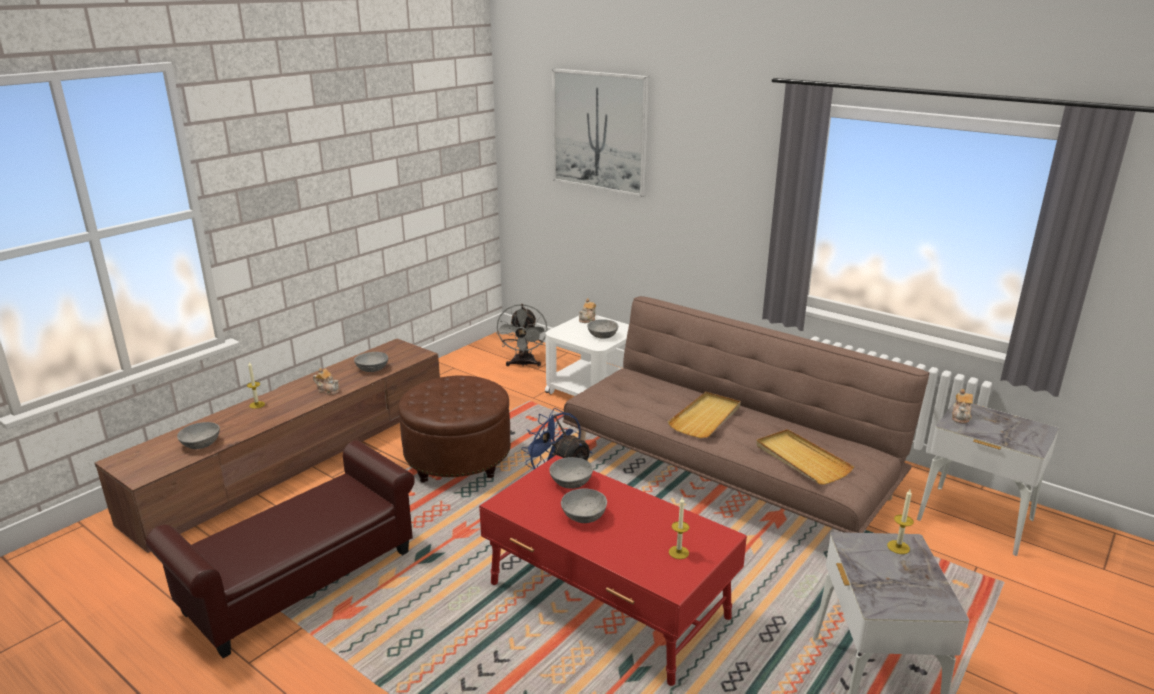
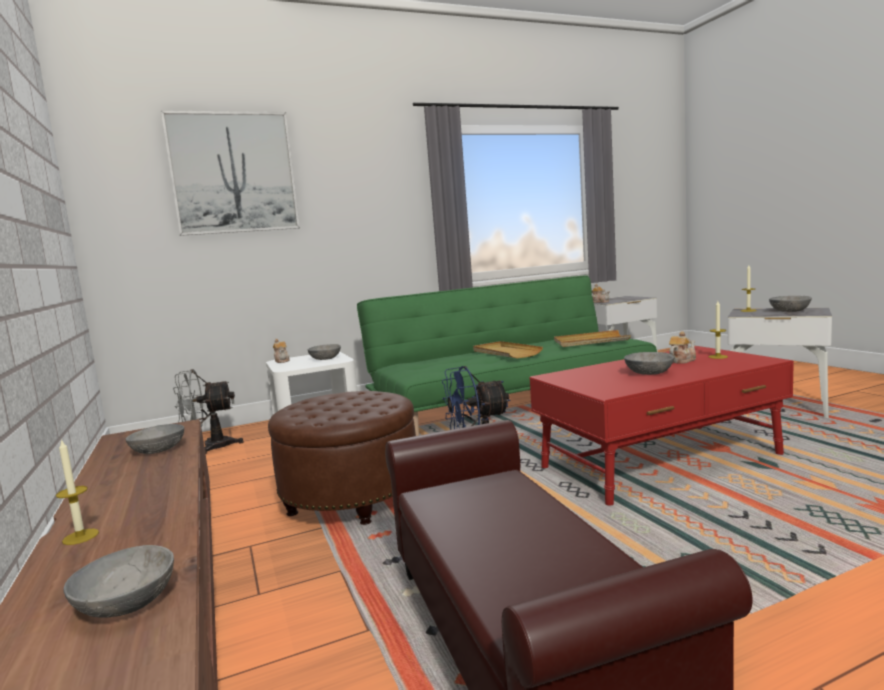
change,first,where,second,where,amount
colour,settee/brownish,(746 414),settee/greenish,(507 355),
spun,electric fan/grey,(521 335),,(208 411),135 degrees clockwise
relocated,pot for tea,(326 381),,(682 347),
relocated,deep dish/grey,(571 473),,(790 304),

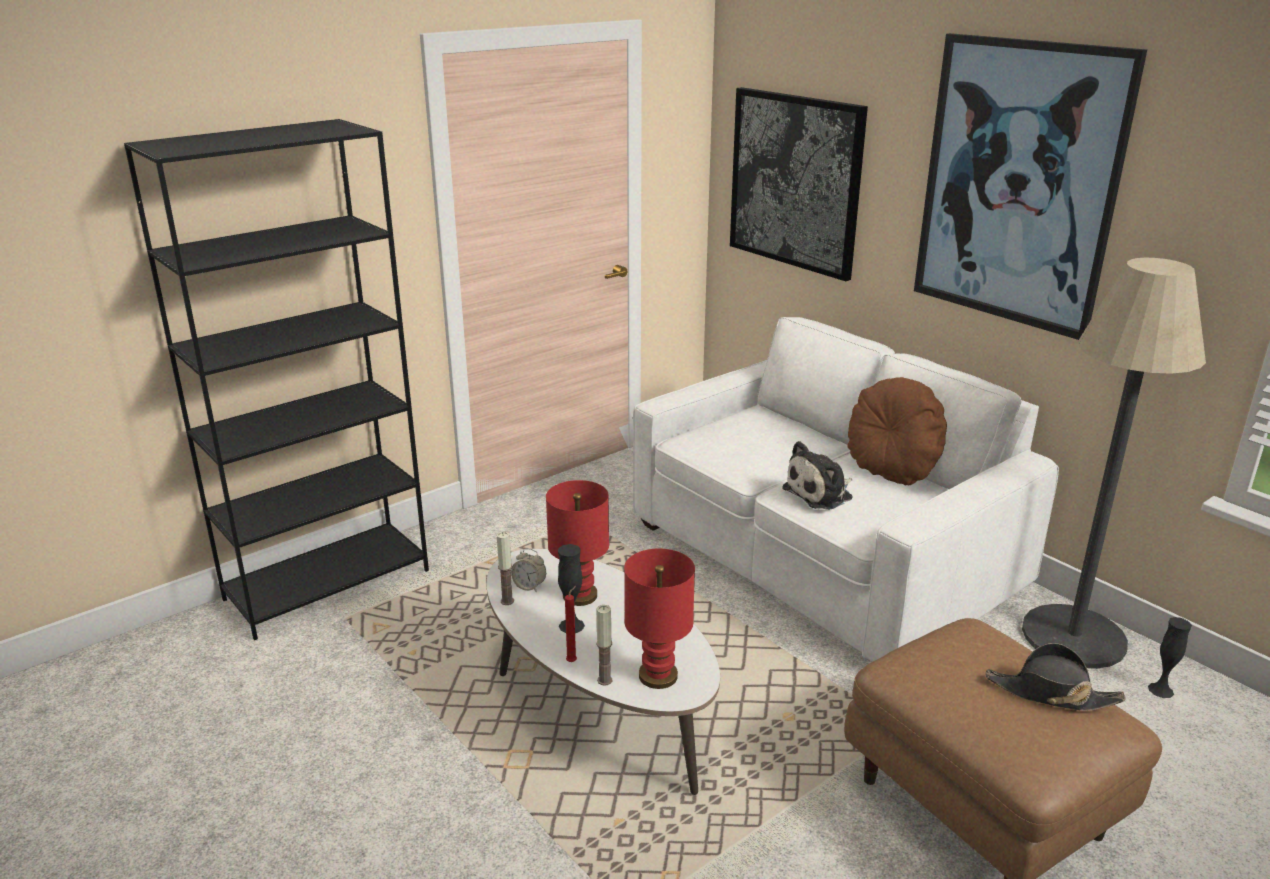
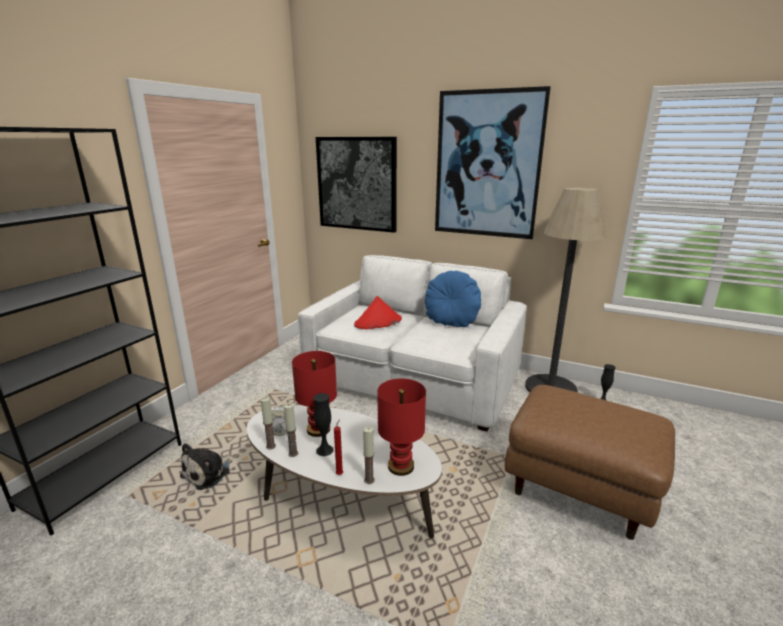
change,first,where,second,where,amount
colour,throw pillow/brownish,(897 431),throw pillow/blue-coloured,(453 299),
relocated,plush toy,(817 475),,(206 466),
missing,wearable hat/blackish,(1056 677),,,
appeared,,,wearable hat/red-coloured,(378 312),
appeared,,,wax candle,(291 430),

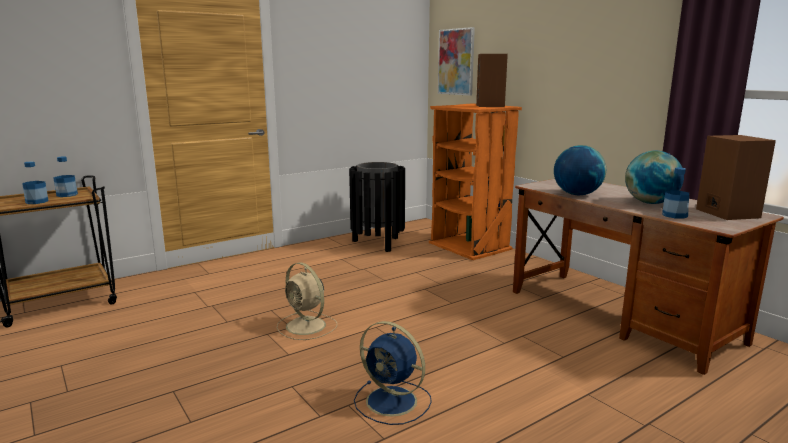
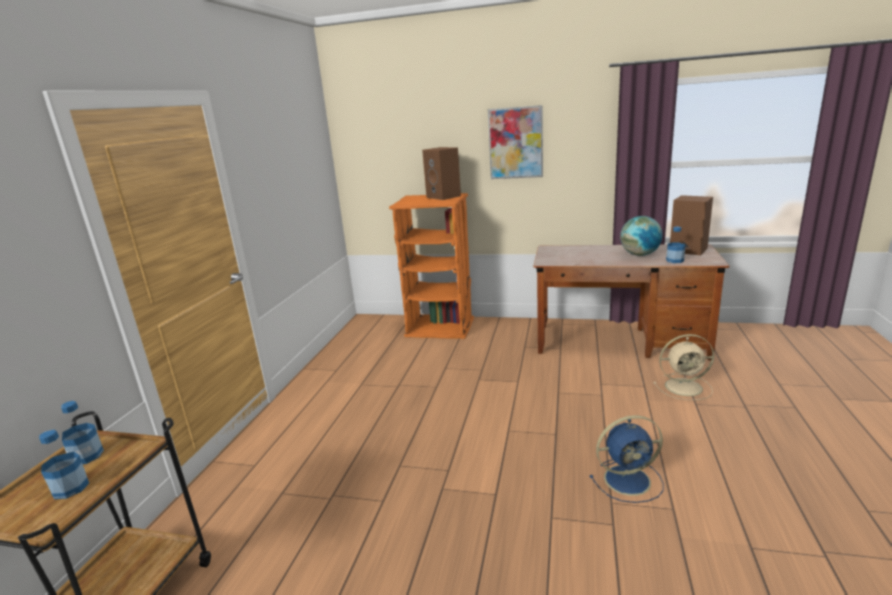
change,first,where,second,where,amount
relocated,wall picture,(456 61),,(515 142),
missing,world globe,(580 170),,,
missing,waste bin/blackish,(377 207),,,
relocated,electric fan/sand-coloured,(307 301),,(683 367),

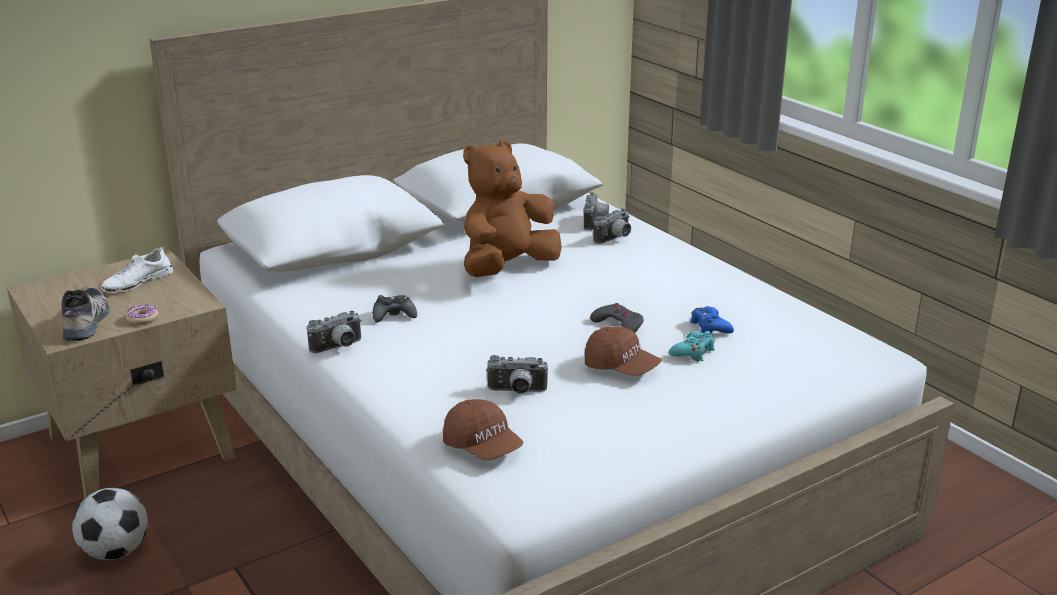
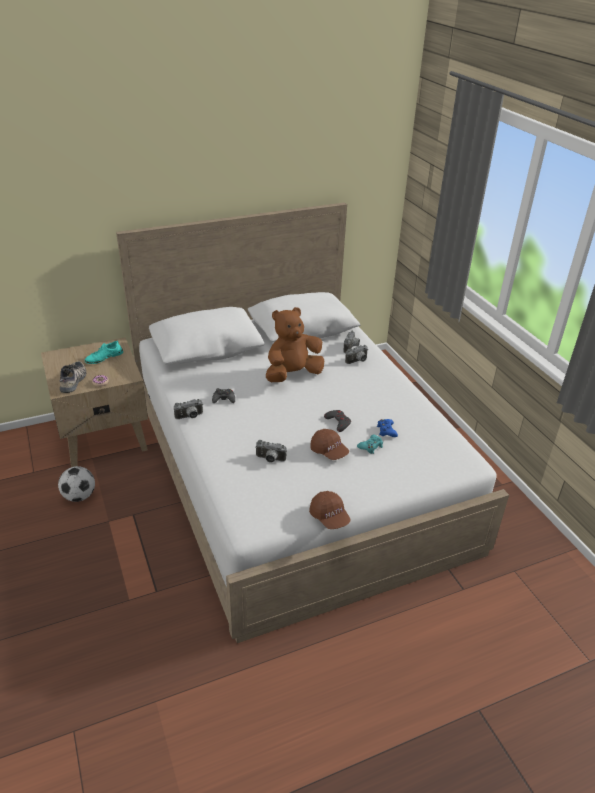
change,first,where,second,where,amount
colour,item of footwear/whitish,(137 270),item of footwear/turquoise-coloured,(104 352),
relocated,baseball cap/brownish,(483 429),,(330 510),

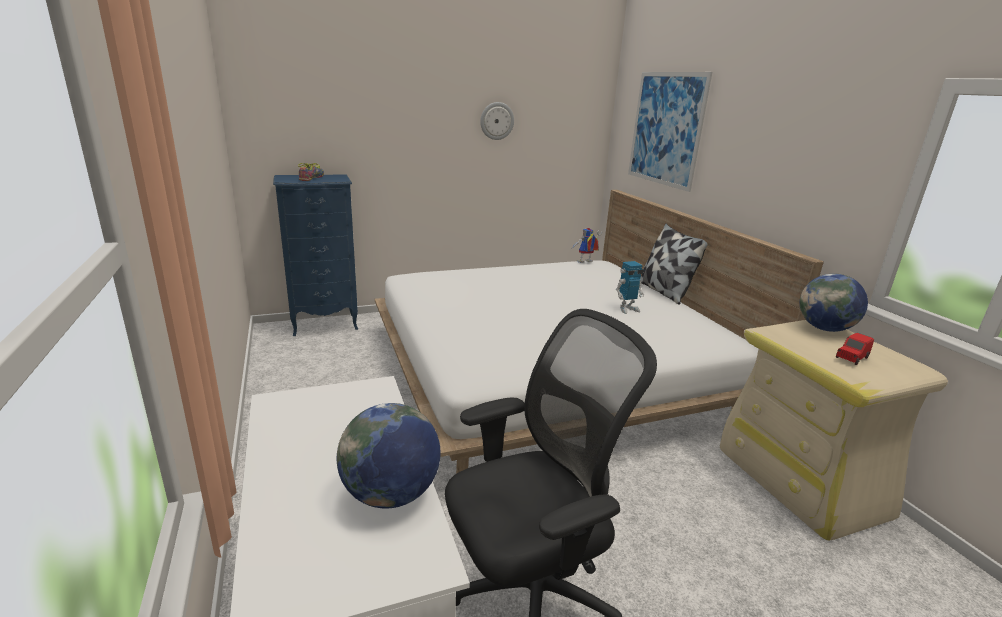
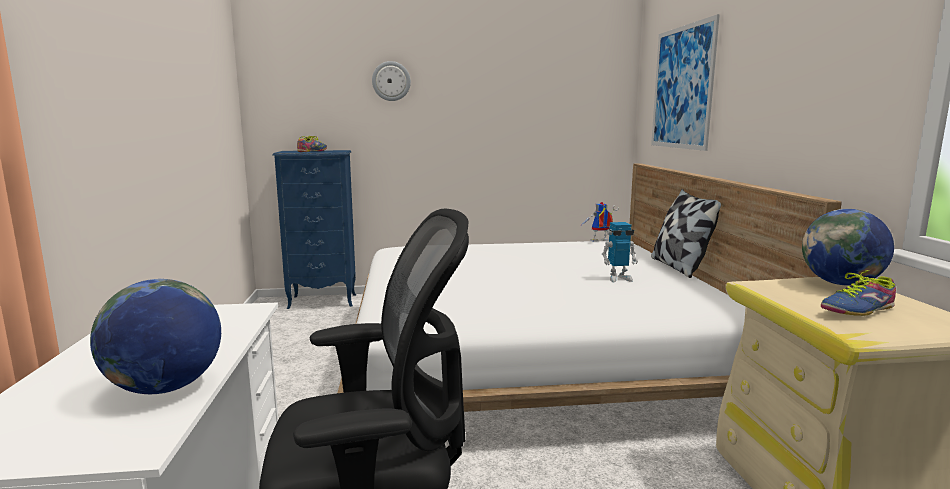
change,first,where,second,where,amount
relocated,clock on the wall,(497 121),,(391 81),
exchanged,model car/red-coloured,(855 349),item of footwear,(858 292),

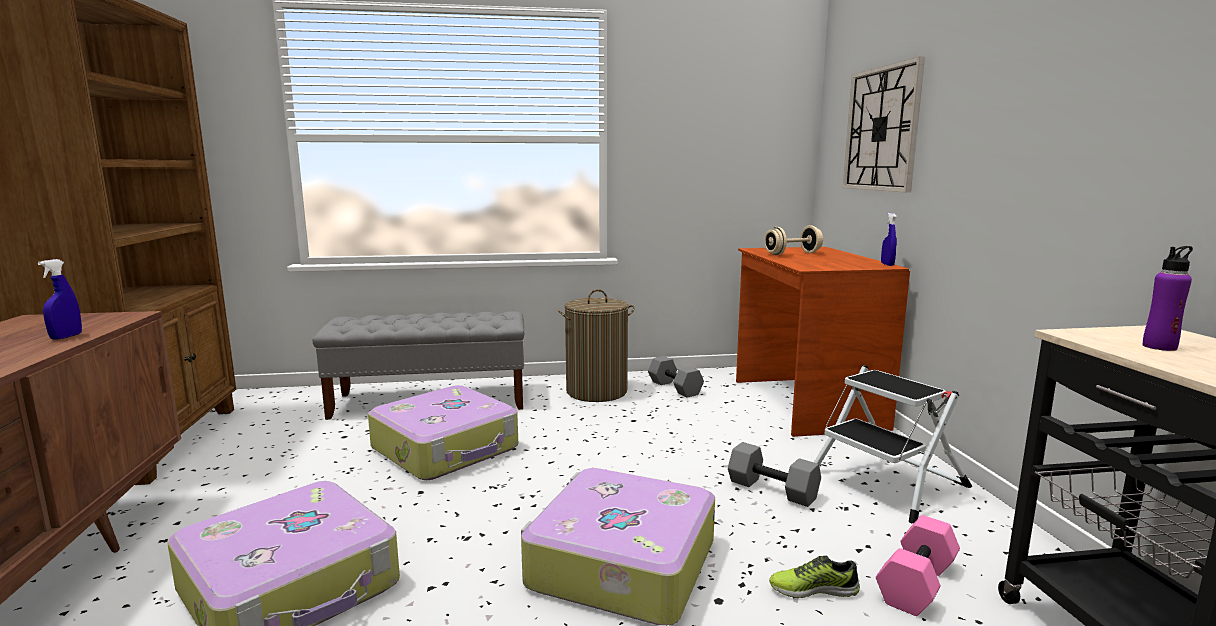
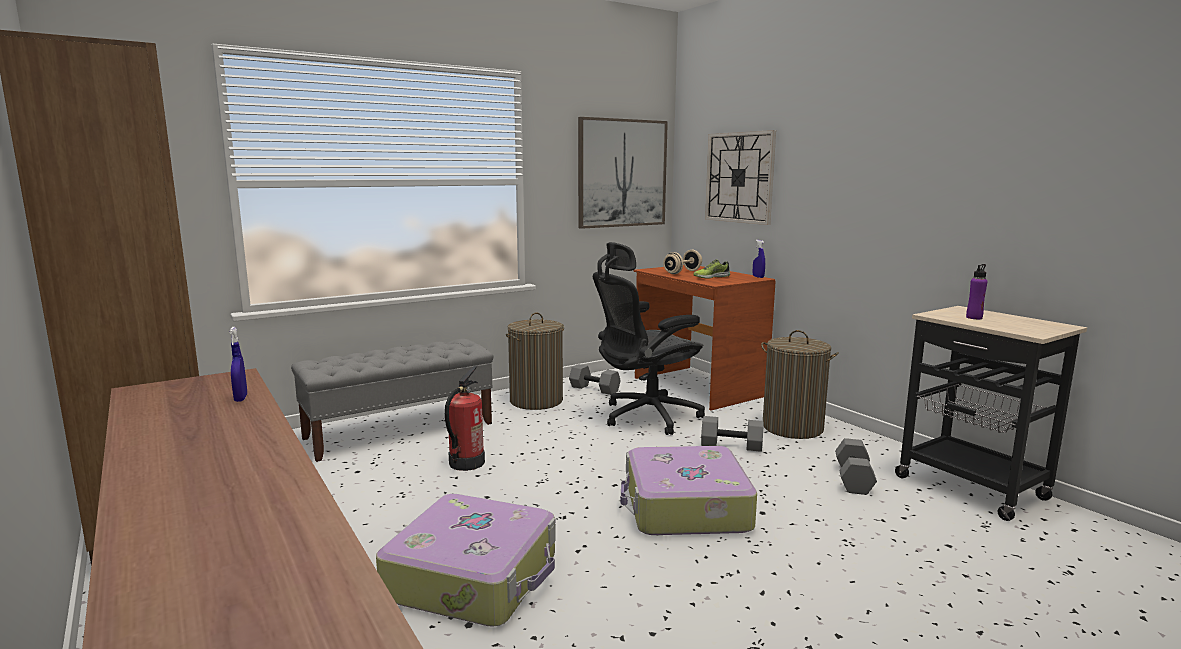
change,first,where,second,where,amount
exchanged,step stool,(893 444),hamper,(800 384),
exchanged,suitcase,(443 432),fire-fighting cylinder,(465 418),
colour,hand weight/pink,(918 565),hand weight/grey,(856 466),
relocated,item of footwear,(814 576),,(712 269),
appeared,,,wall picture,(623 173),
appeared,,,office chair,(649 338),

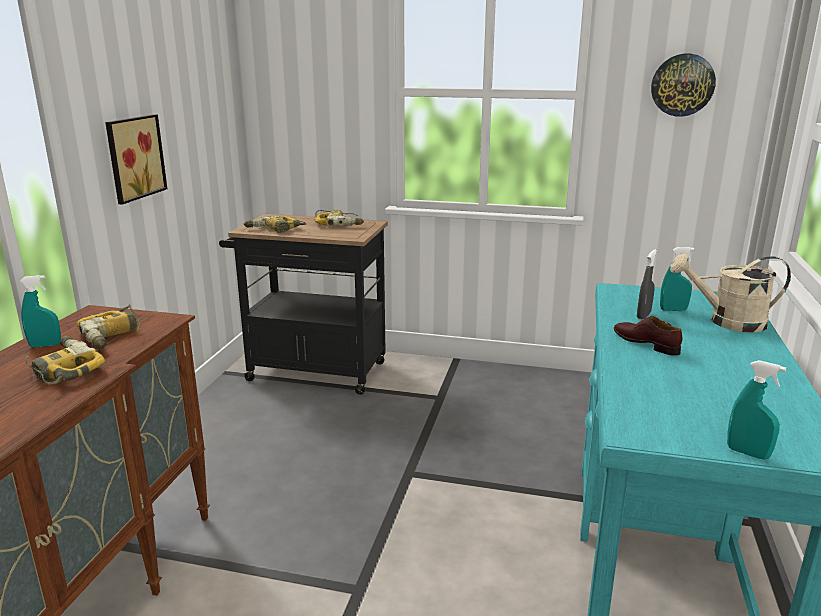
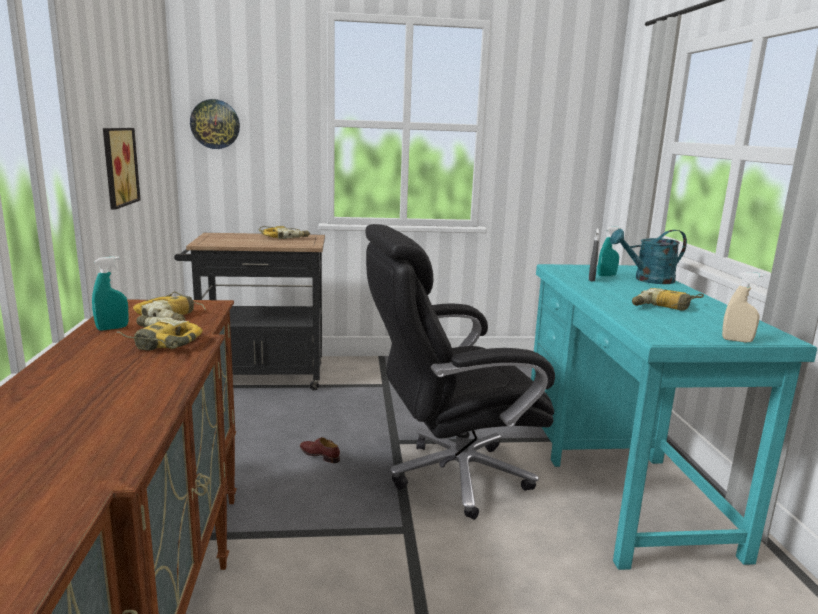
change,first,where,second,where,amount
relocated,clock on the wall,(683 85),,(215 124),
relocated,electric drill,(275 224),,(668 299),
colour,watering can/sand-coloured,(730 292),watering can/turquoise-coloured,(648 256),
relocated,item of footwear/brownish,(648 336),,(320 450),
colour,hand sprayer/turquoise-coloured,(756 409),hand sprayer/sand-coloured,(743 307),
appeared,,,office chair/blackish,(460 372),

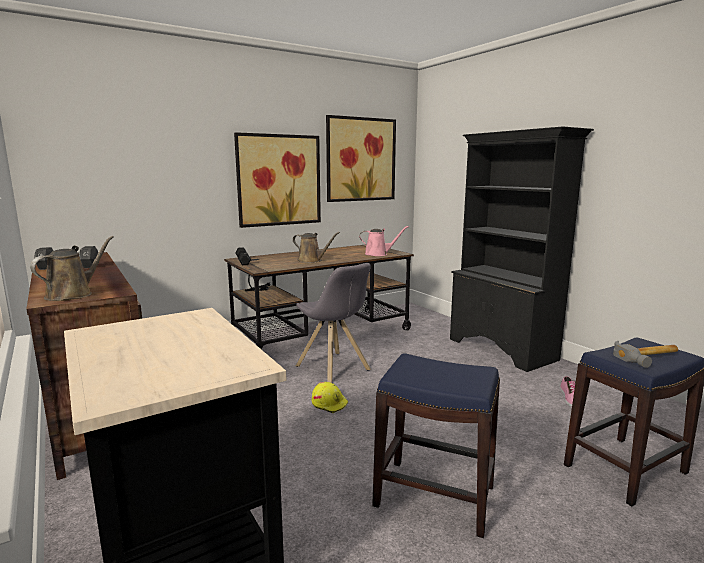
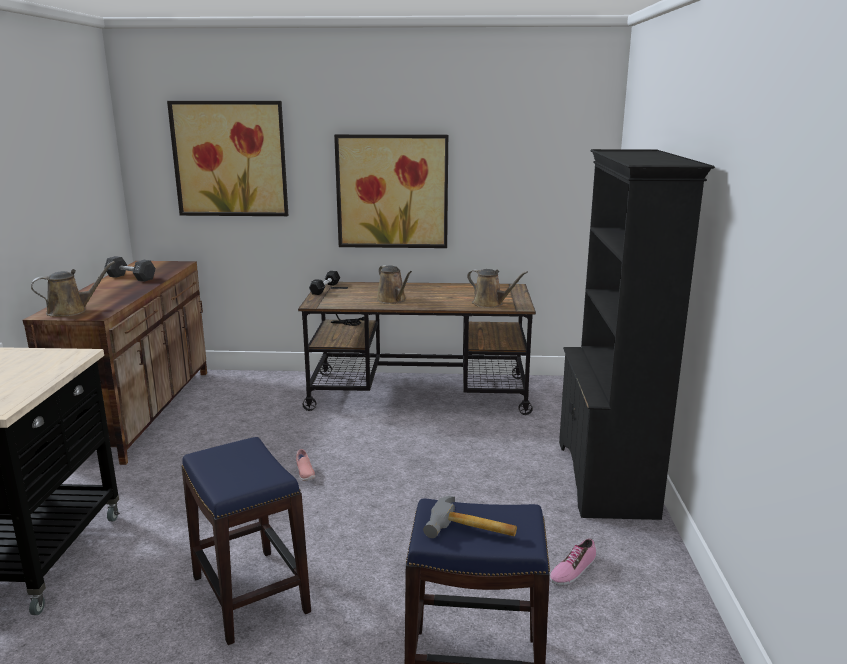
change,first,where,second,where,amount
relocated,wall picture,(361 158),,(227 158),
colour,watering can/pink,(384 241),watering can/brownish,(497 288),
missing,chair/grey,(333 323),,,
exchanged,safety helmet/yellow-coloured,(329 397),item of footwear/pink,(305 465),

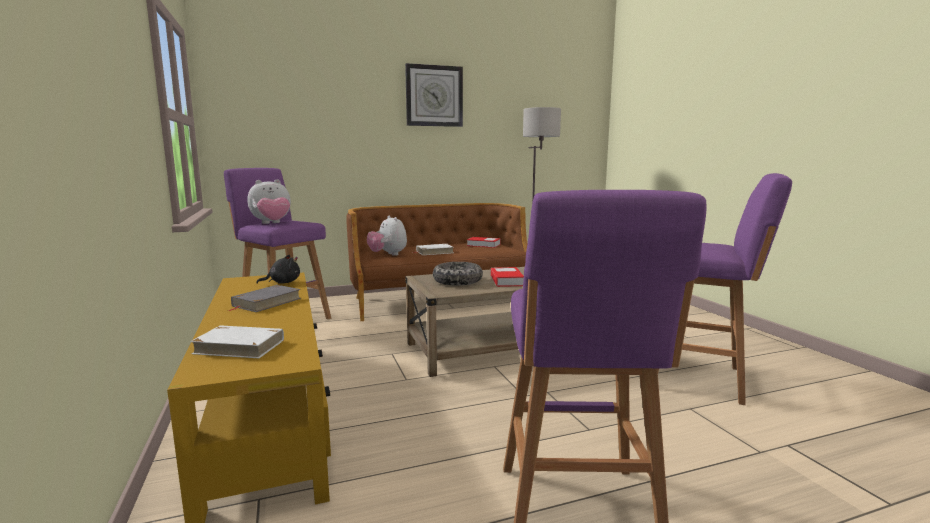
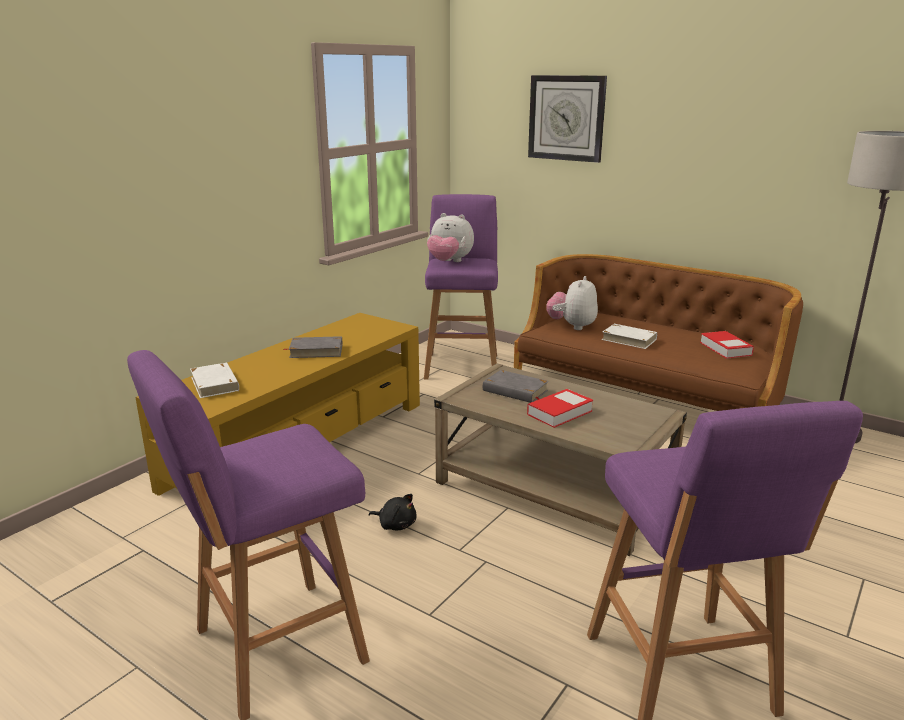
change,first,where,second,where,amount
relocated,clock on the wall,(434 95),,(567 119),
relocated,plush toy/blackish,(278 269),,(393 512),
exchanged,deep dish,(458 273),volume/grey,(516 386),

